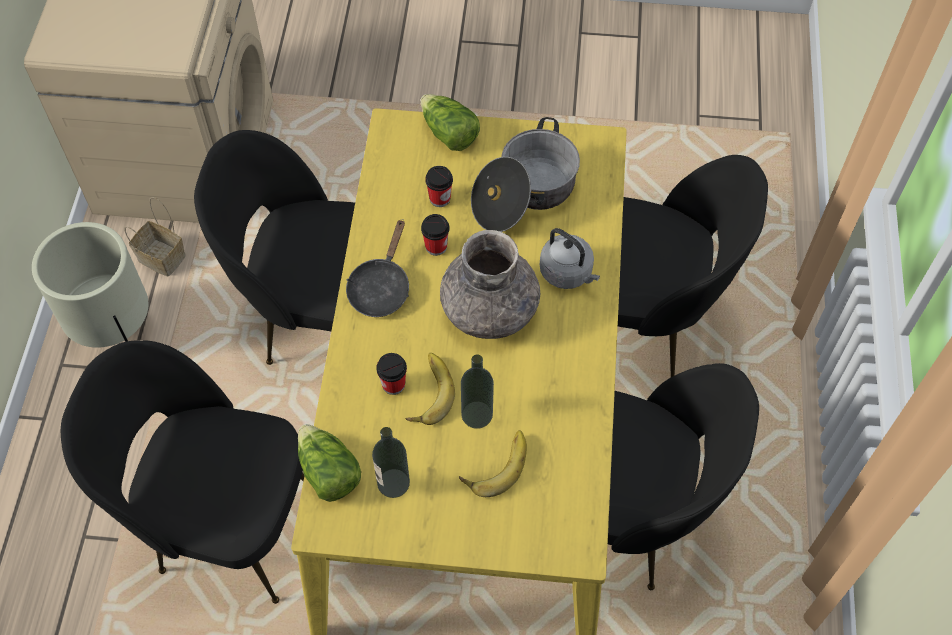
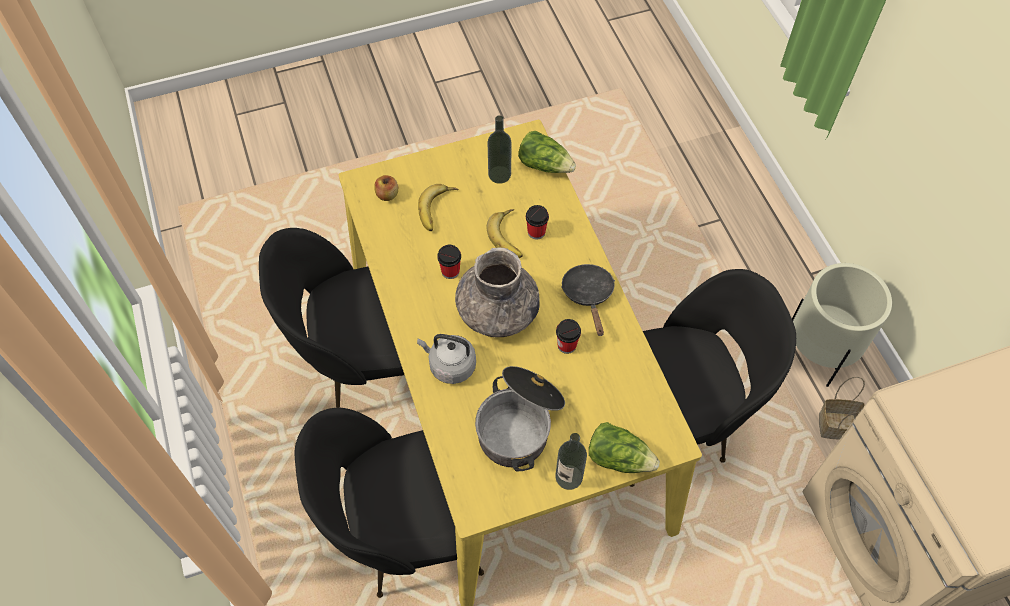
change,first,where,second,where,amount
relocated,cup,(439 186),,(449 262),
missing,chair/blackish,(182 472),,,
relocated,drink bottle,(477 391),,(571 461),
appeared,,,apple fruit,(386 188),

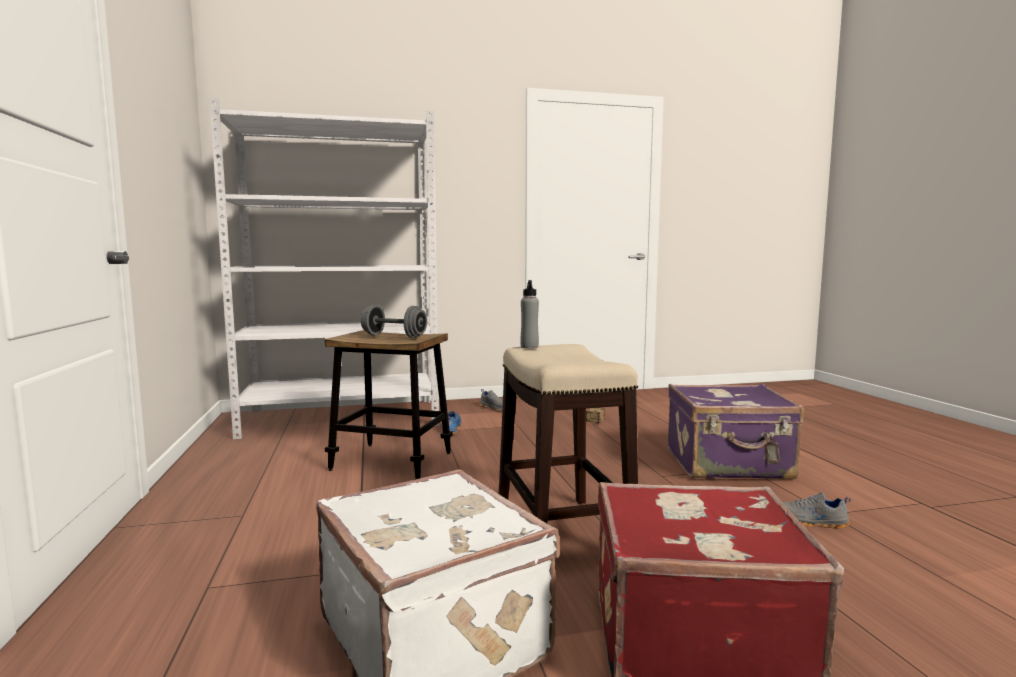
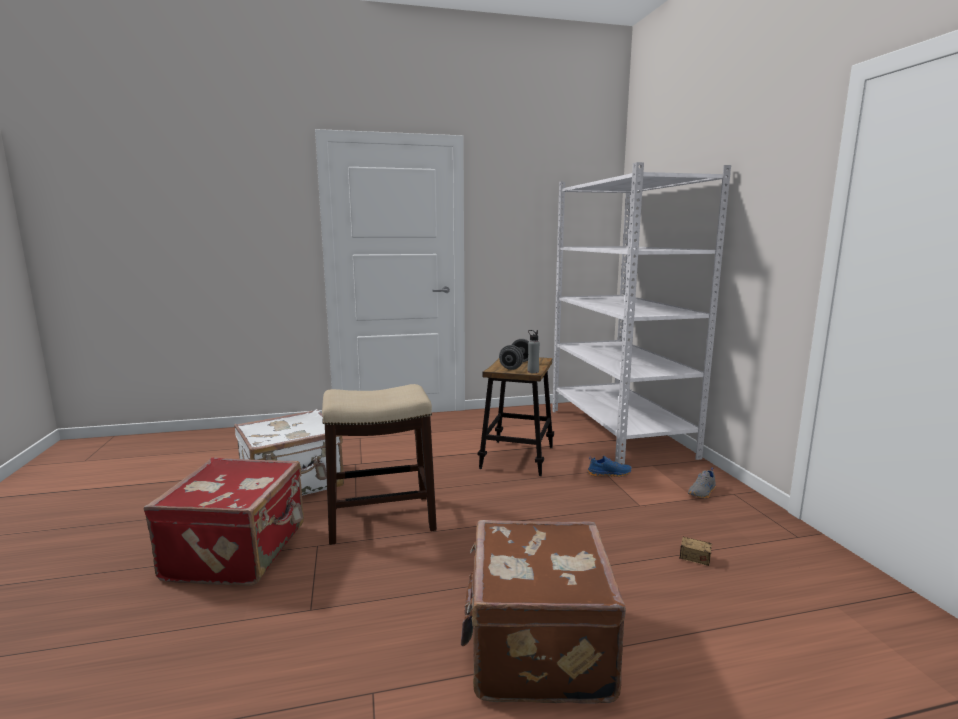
change,first,where,second,where,amount
relocated,drink bottle/grey,(529 314),,(534 351),
colour,suitcase/purple,(736 431),suitcase/brownish,(543 612),
missing,item of footwear/grey,(817 510),,,

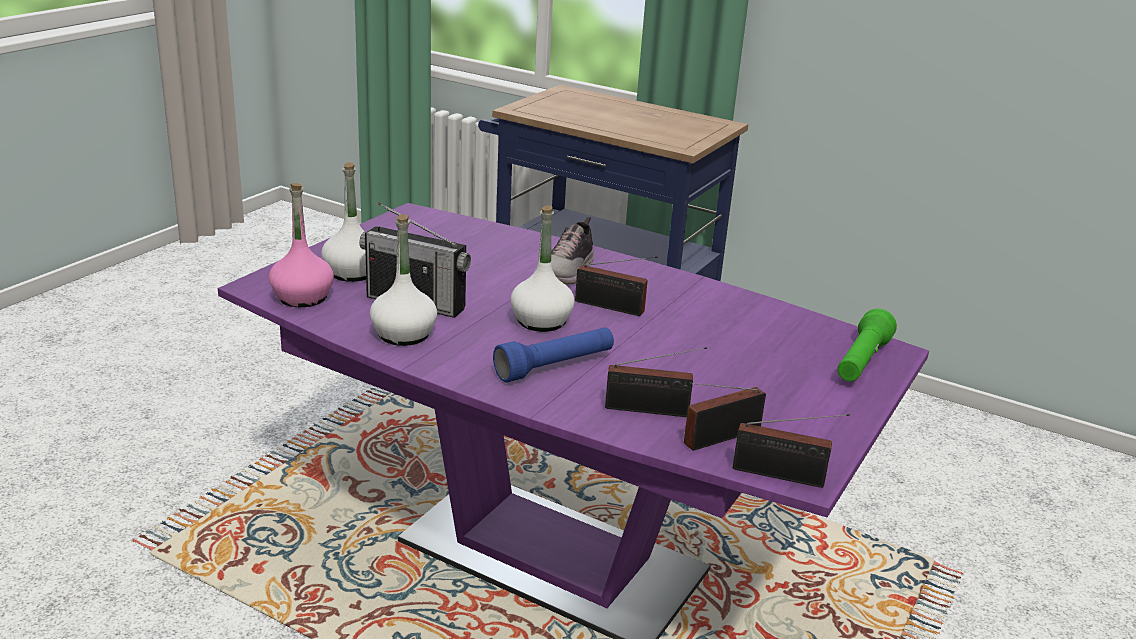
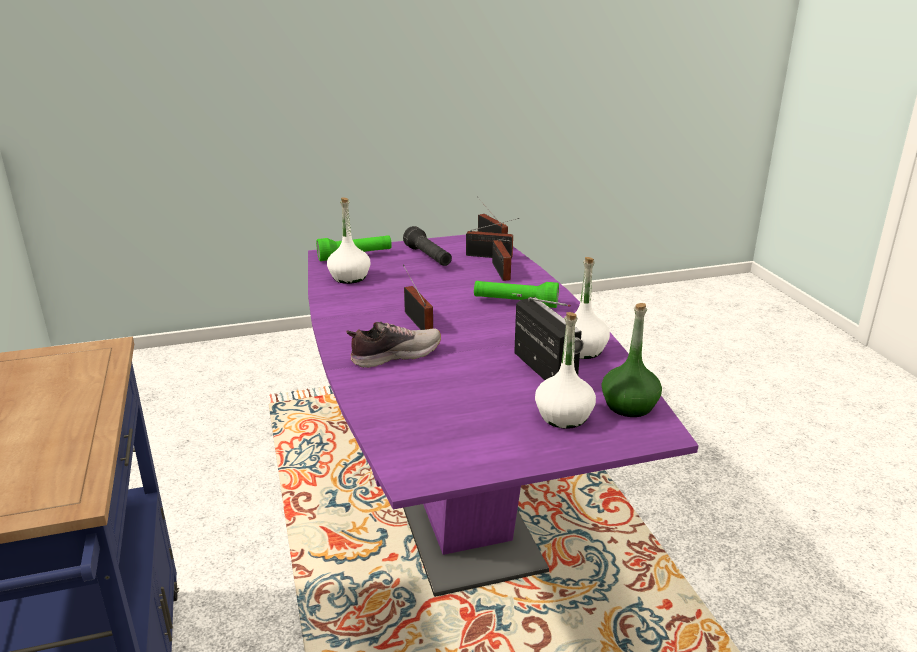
change,first,where,second,where,amount
colour,drink bottle/pink,(301 245),drink bottle/greenish,(631 360),
relocated,drink bottle/whitish,(542 268),,(349 240),
colour,hand torch/blue-coloured,(553 355),hand torch/greenish,(516 294),
spun,radio,(656 382),,(502 260),150 degrees counterclockwise
appeared,,,hand torch/blackish,(427 246),

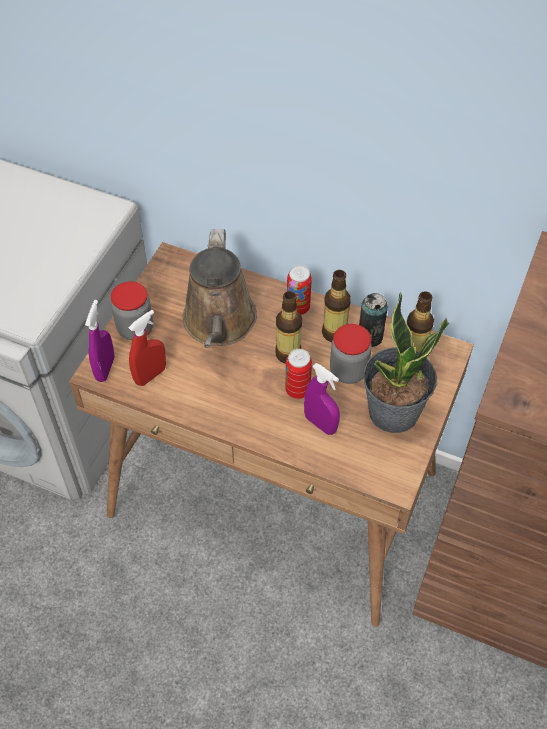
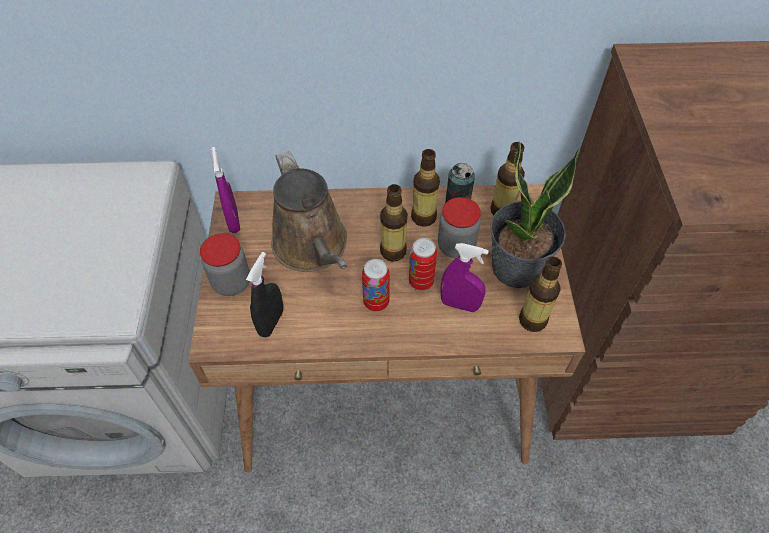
change,first,where,second,where,amount
relocated,can,(299 290),,(376 285),
relocated,hand sprayer/purple,(99 341),,(225 190),
colour,hand sprayer/red-coloured,(147 348),hand sprayer/blackish,(264 294),
appeared,,,drink bottle,(540 294),

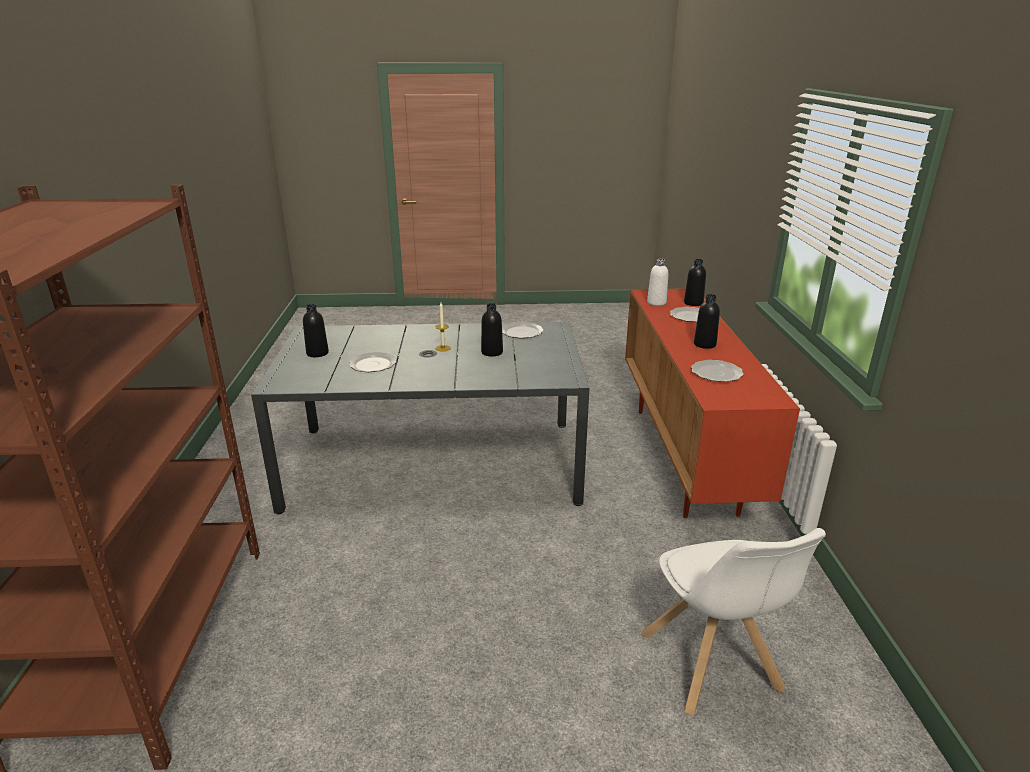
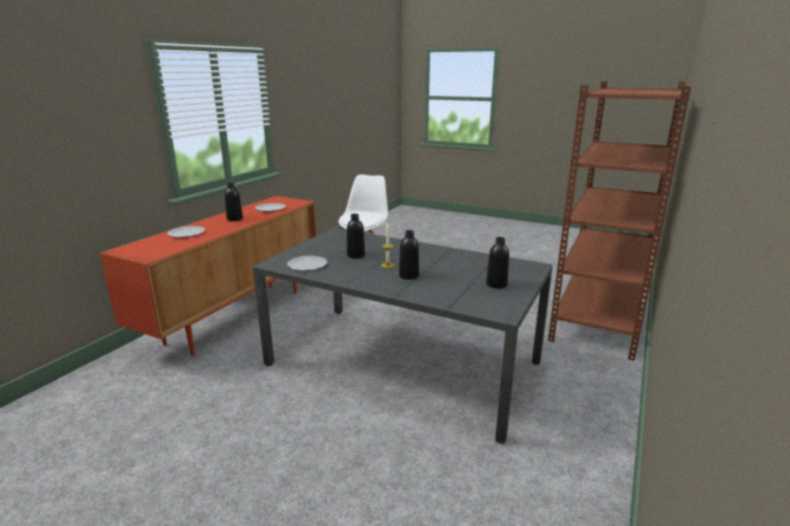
change,first,where,second,where,amount
missing,drink bottle/whitish,(657 282),,,
relocated,drink bottle/blackish,(695 282),,(409 255),
missing,dinner plate,(373 362),,,

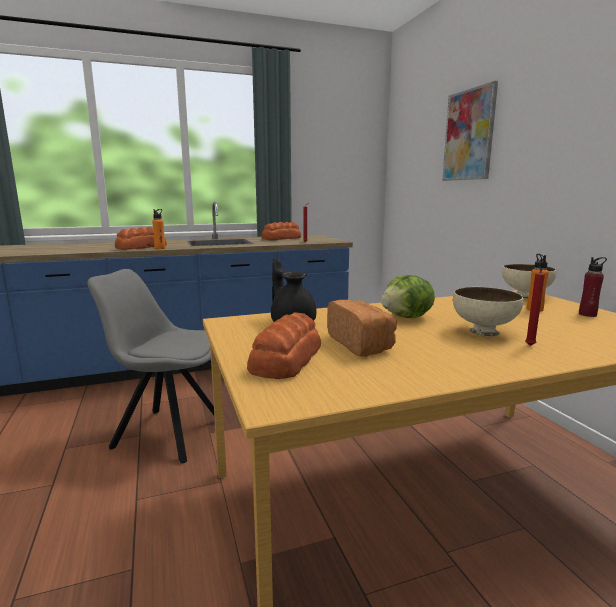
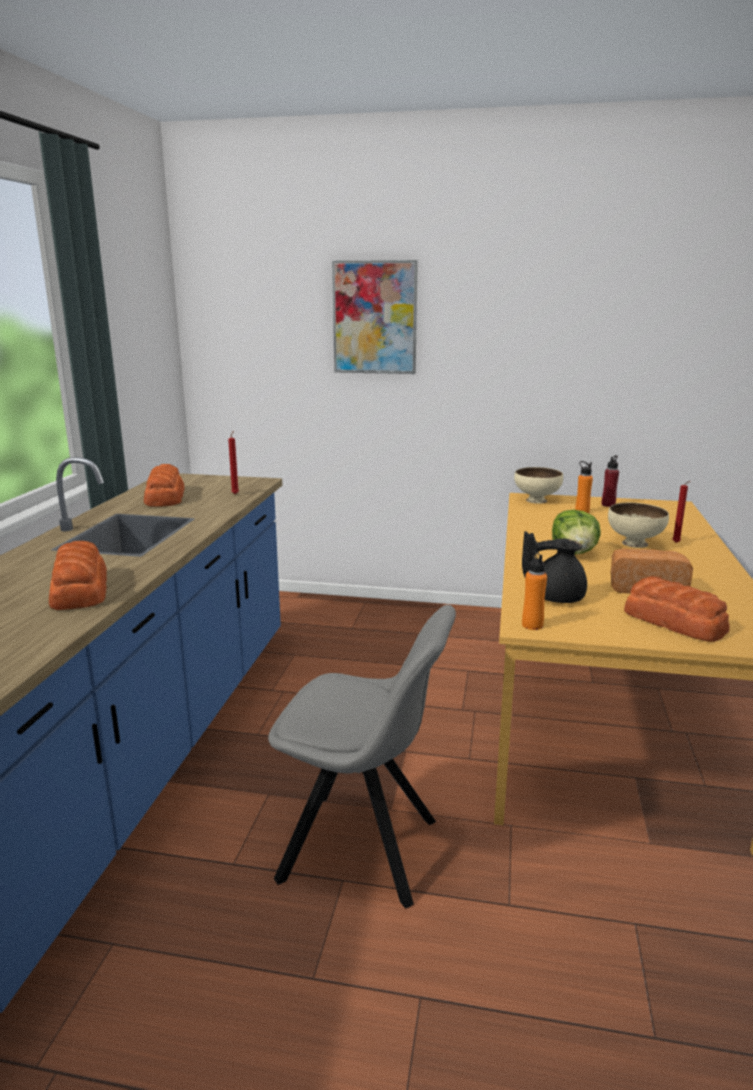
change,first,where,second,where,amount
relocated,drink bottle/orange-coloured,(159 229),,(534 590),
spun,chair/grey,(150 366),,(362 757),120 degrees counterclockwise

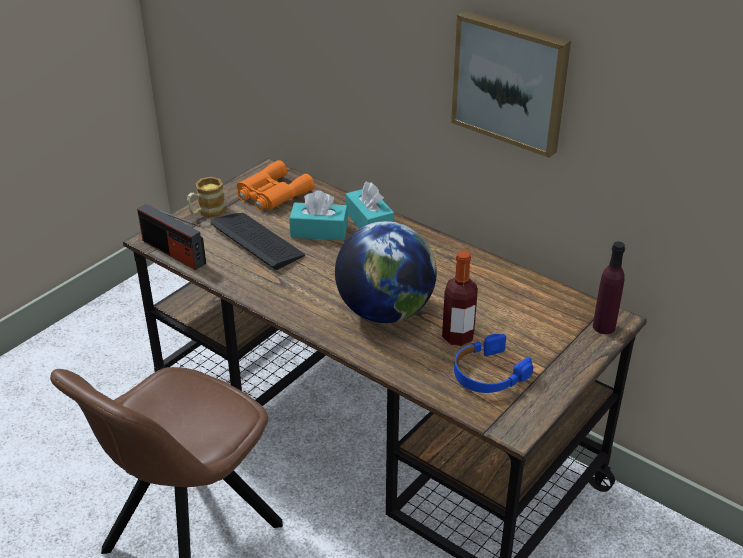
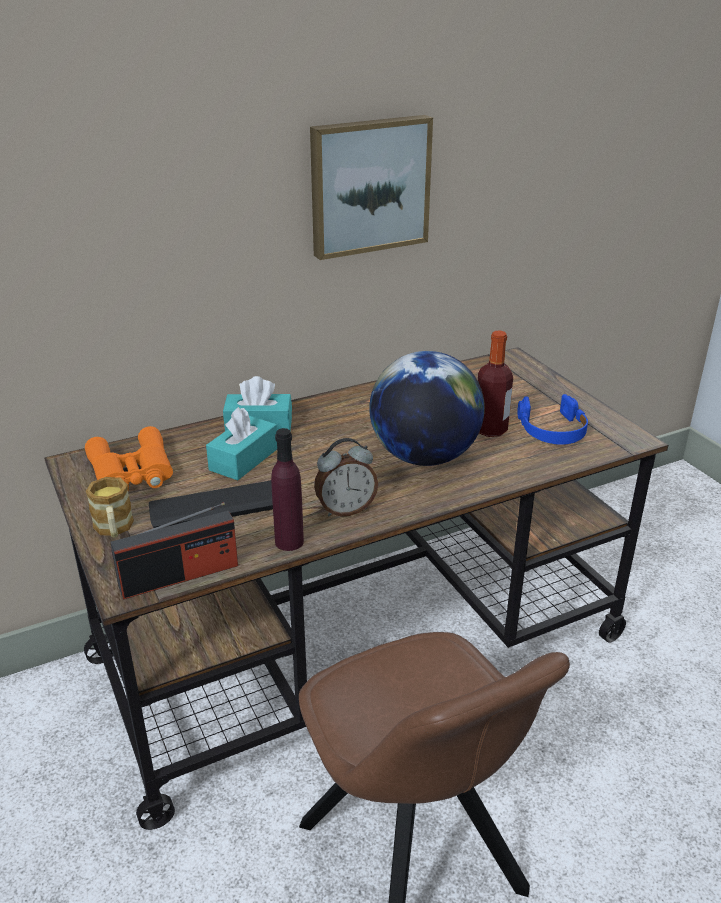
change,first,where,second,where,amount
relocated,drink bottle/purple,(609 288),,(287 489),
appeared,,,bedside clock,(346 477),

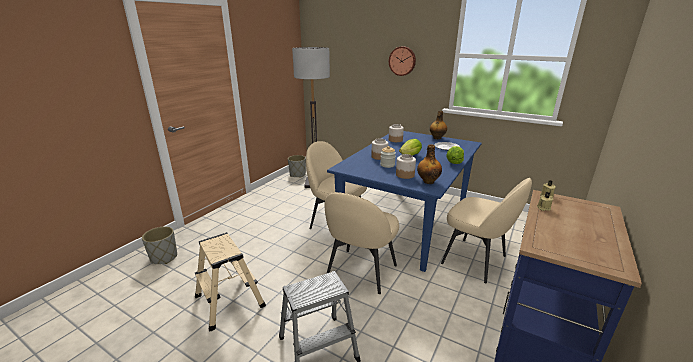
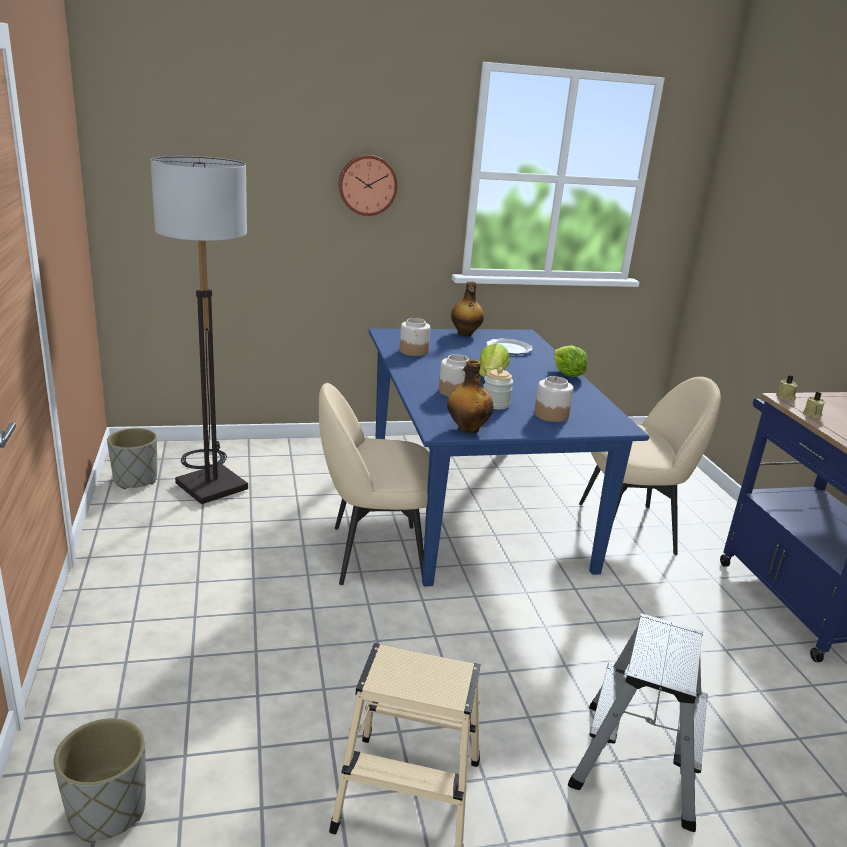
change,first,where,second,where,amount
relocated,drink bottle,(429 164),,(470 396),
missing,chair/sand-coloured,(362 243),,,

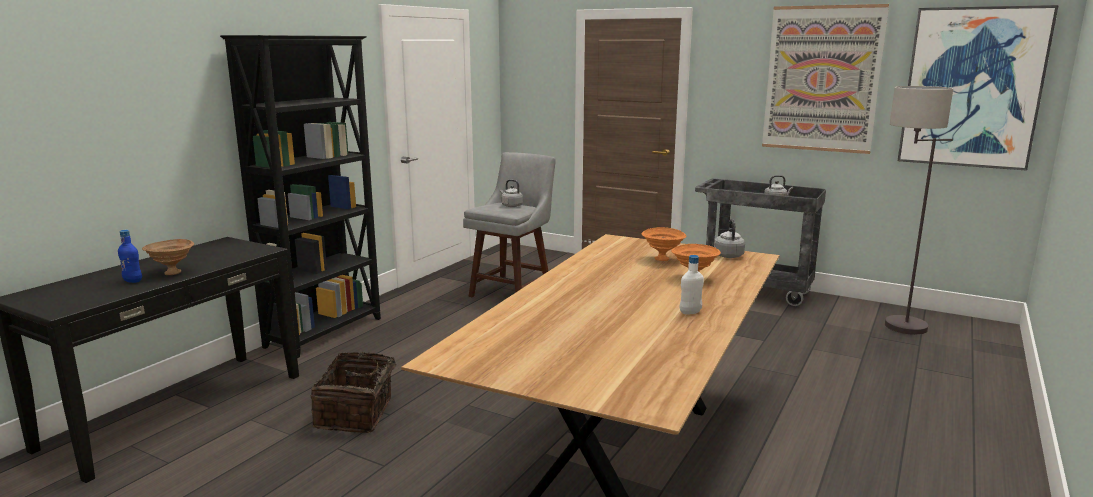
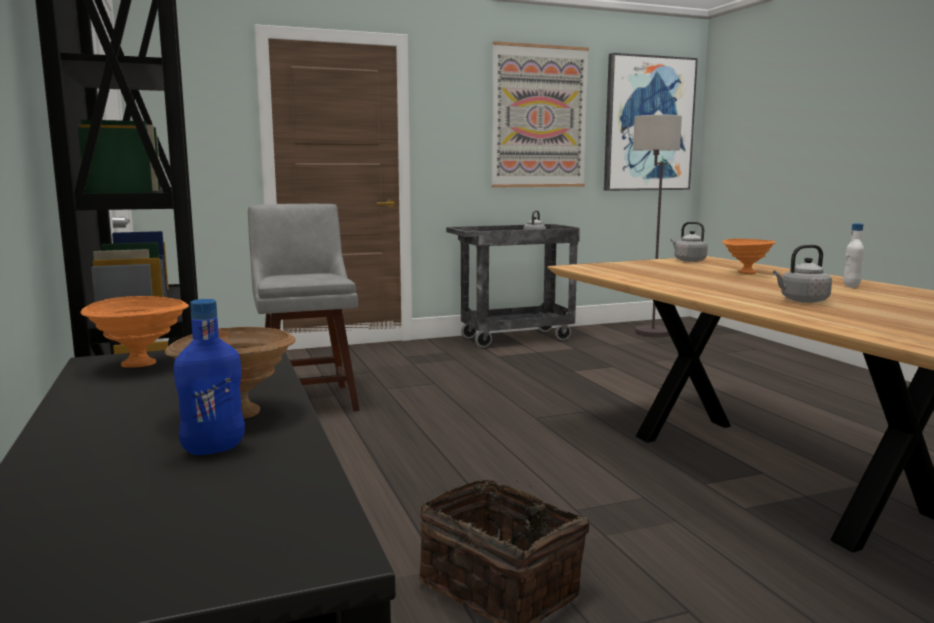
change,first,where,second,where,amount
relocated,tea kettle/grey,(511 193),,(802 273),
relocated,deep dish/orange-coloured,(664 244),,(134 332),

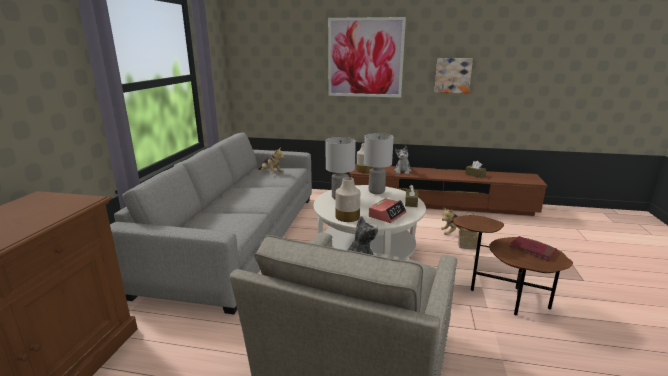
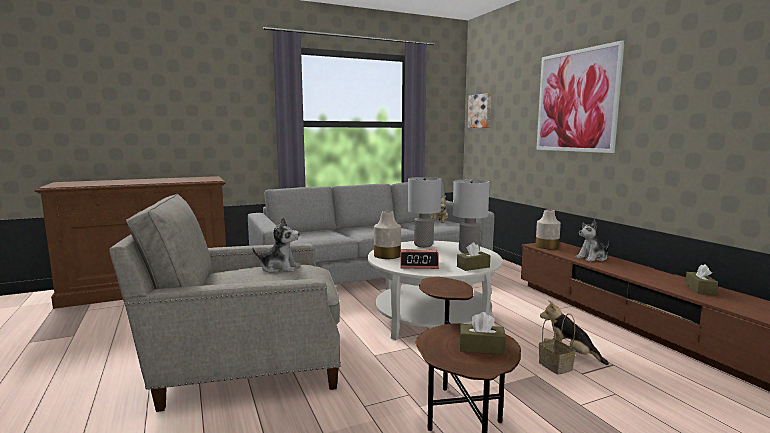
change,first,where,second,where,amount
relocated,wall picture,(453 75),,(479 110),
exchanged,volume/red-coloured,(533 248),tissue box/brownish,(483 333),

